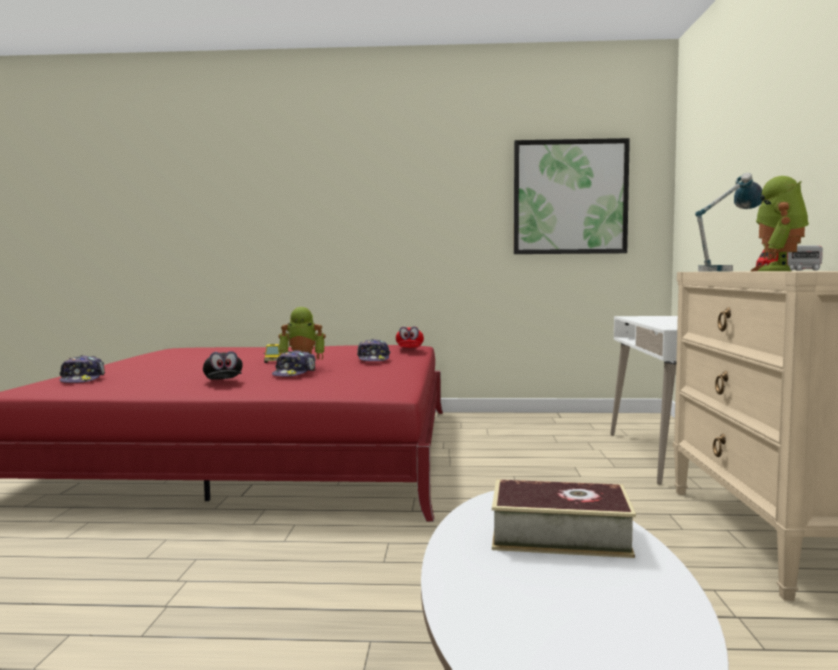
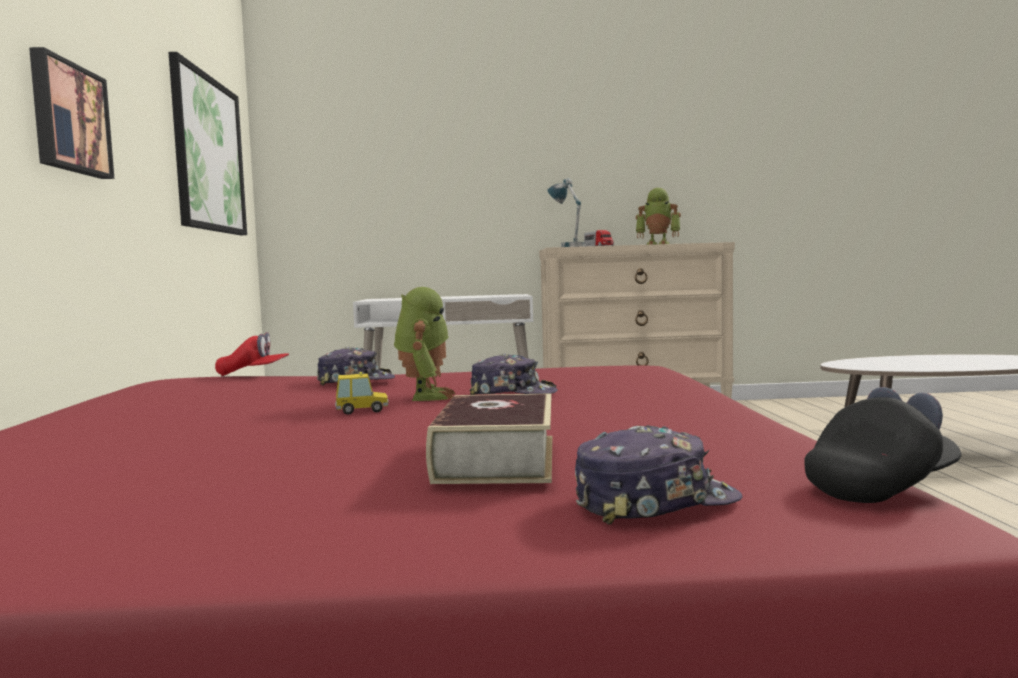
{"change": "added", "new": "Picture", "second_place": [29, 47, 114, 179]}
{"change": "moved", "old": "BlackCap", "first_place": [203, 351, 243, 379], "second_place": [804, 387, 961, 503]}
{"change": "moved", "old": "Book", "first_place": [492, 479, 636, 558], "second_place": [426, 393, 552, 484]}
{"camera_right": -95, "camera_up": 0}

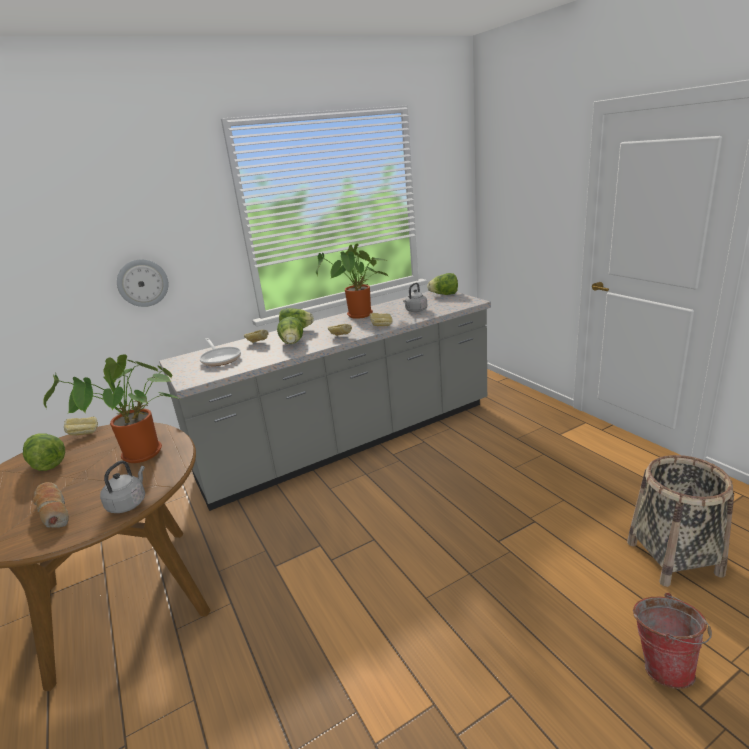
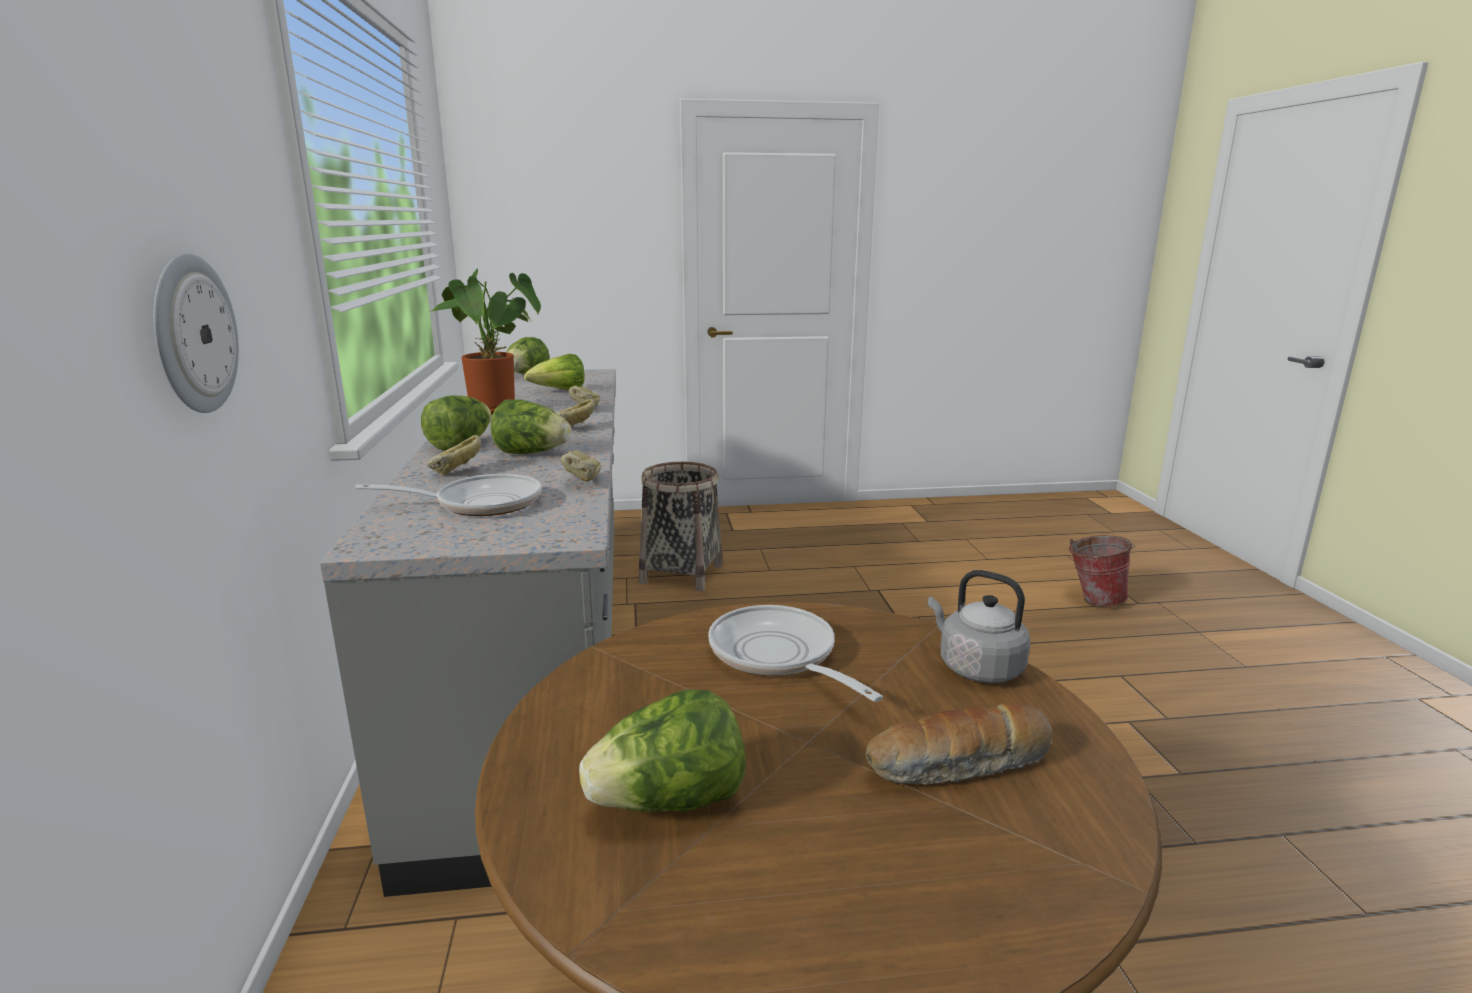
{"change": "moved", "old": "Bread", "first_place": [64, 417, 98, 435], "second_place": [561, 451, 601, 482]}
{"change": "moved", "old": "Basket", "first_place": [627, 455, 734, 587], "second_place": [639, 462, 723, 591]}
{"change": "replaced", "old": "PottedPlant", "new": "FryingPan", "first_place": [44, 354, 180, 463], "second_place": [708, 605, 883, 702]}
{"change": "replaced", "old": "GreyKettle", "new": "Lettuce", "first_place": [403, 283, 427, 312], "second_place": [524, 354, 585, 390]}
{"camera_right": -70, "camera_up": -5}

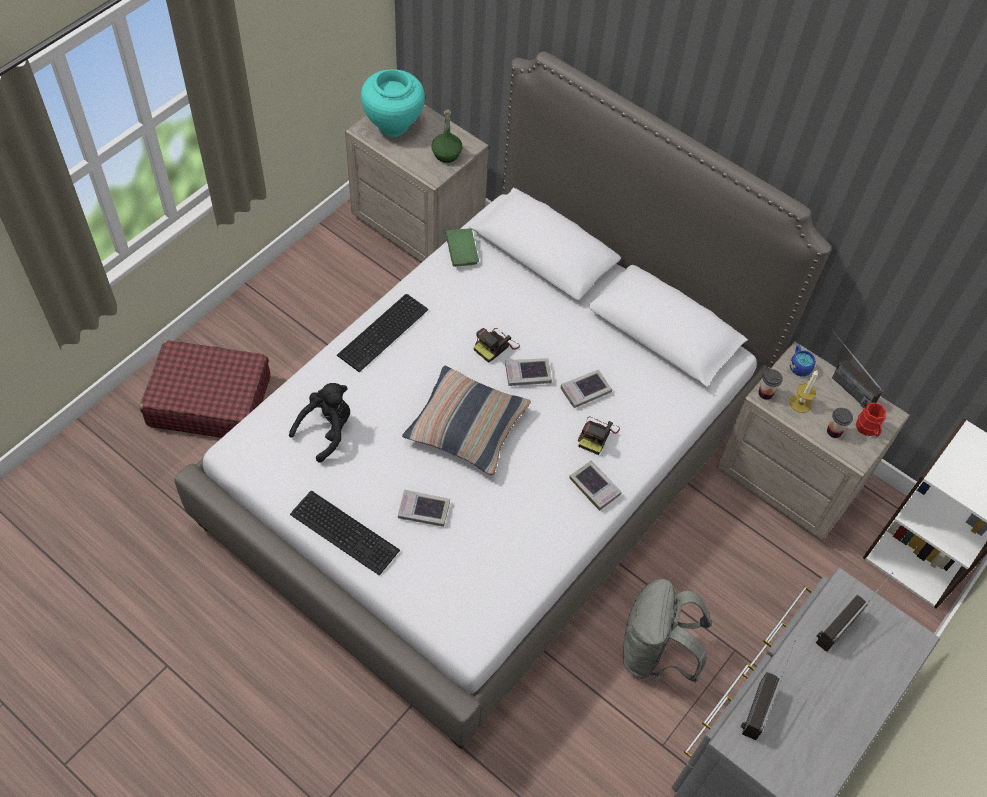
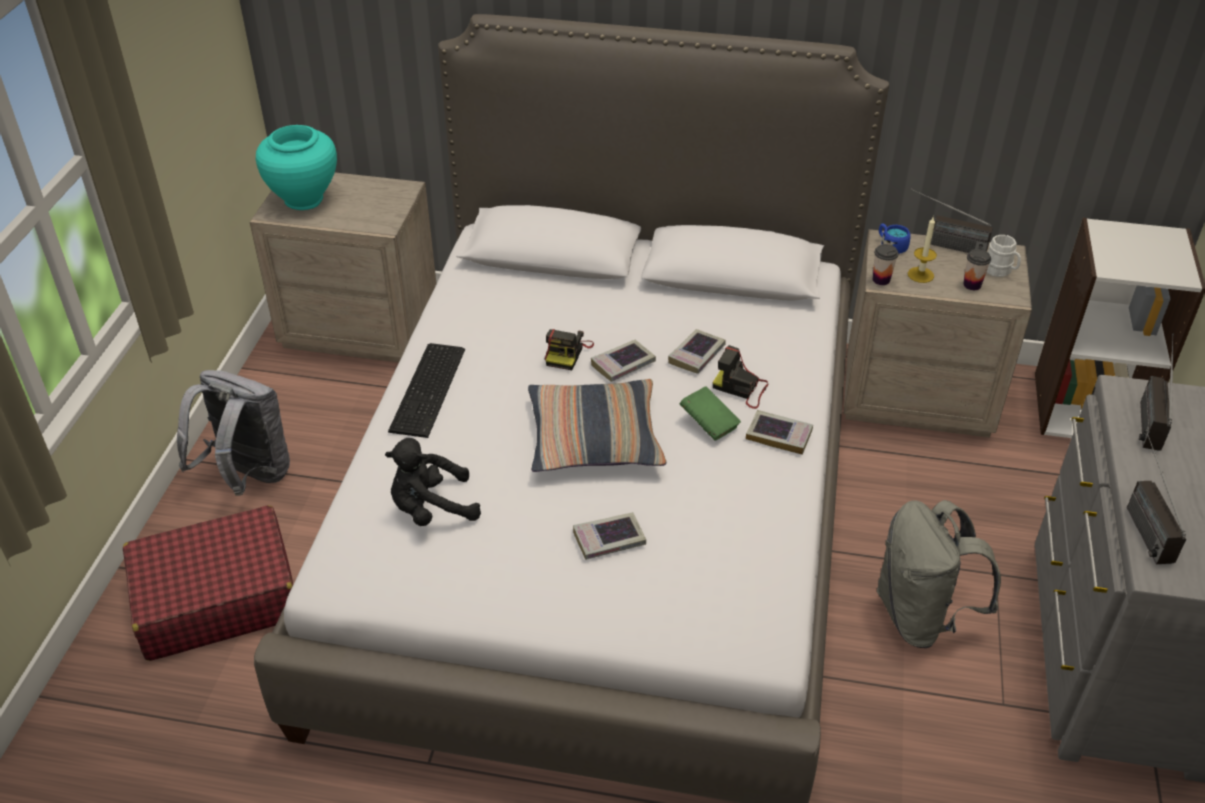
{"change": "removed", "old": "Keyboard", "first_place": [290, 491, 400, 576]}
{"change": "removed", "old": "GreenBottle", "first_place": [431, 110, 462, 163]}
{"change": "added", "new": "GreyBackpack", "second_place": [177, 370, 290, 496]}
{"change": "moved", "old": "GreenBook", "first_place": [445, 228, 479, 267], "second_place": [680, 386, 741, 440]}
{"change": "recoloured", "old": "RedMug", "new": "WhiteMug", "first_place": [856, 402, 886, 436], "second_place": [986, 235, 1021, 277]}
{"change": "turned", "old": "BlackPlushToy", "first_place": [289, 383, 350, 463], "second_place": [385, 438, 481, 526], "degrees": -120}
{"change": "turned", "old": "PhotoCamera", "first_place": [578, 417, 620, 455], "second_place": [713, 345, 768, 409], "degrees": 120}
{"camera_right": -25, "camera_up": -15}

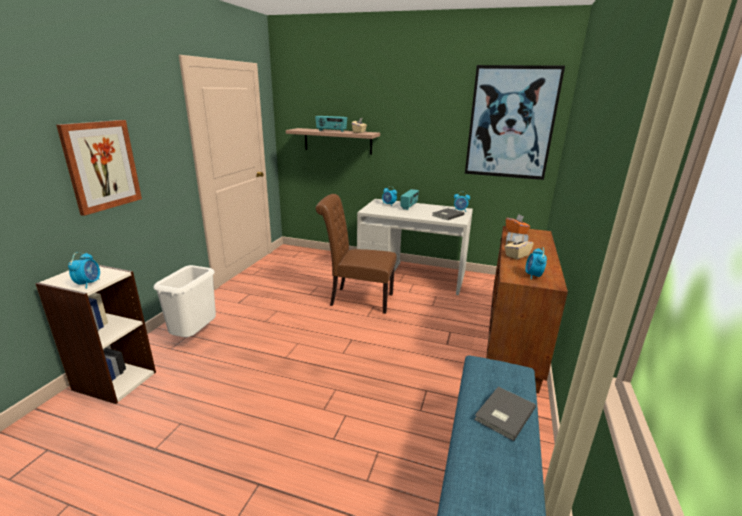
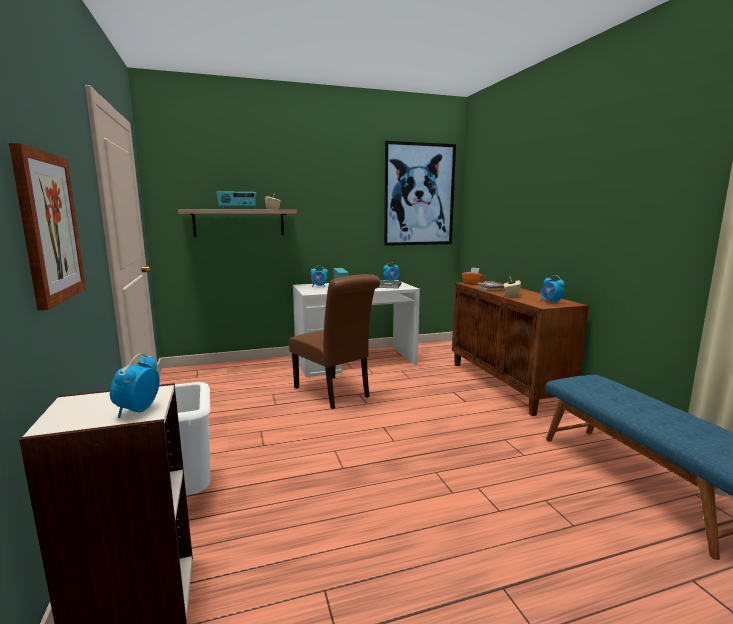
{"change": "removed", "old": "GreyBook", "first_place": [474, 387, 536, 441]}
{"change": "turned", "old": "AlarmClock", "first_place": [68, 252, 100, 289], "second_place": [110, 353, 160, 418], "degrees": -135}
{"change": "turned", "old": "BrownChair", "first_place": [316, 194, 397, 314], "second_place": [289, 274, 380, 409], "degrees": -105}
{"camera_right": -35, "camera_up": -10}

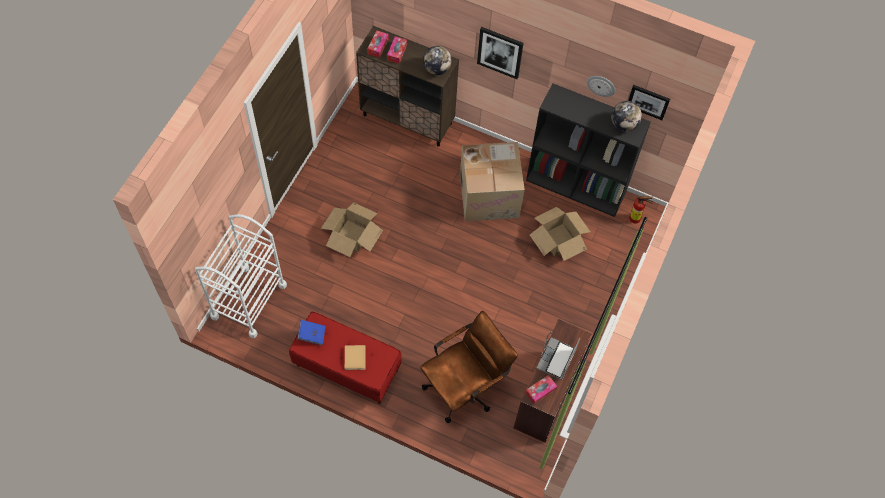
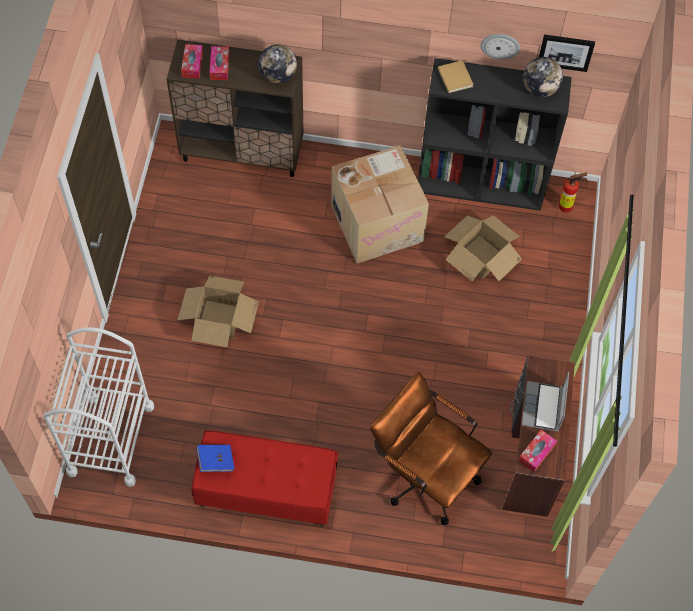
{"change": "removed", "old": "Picture", "first_place": [477, 27, 524, 79]}
{"change": "moved", "old": "BeigeBook", "first_place": [345, 345, 365, 370], "second_place": [438, 60, 474, 93]}
{"change": "turned", "old": "BrownOfficeChair", "first_place": [420, 311, 518, 423], "second_place": [370, 372, 492, 525], "degrees": -90}
{"camera_right": -15, "camera_up": 0}

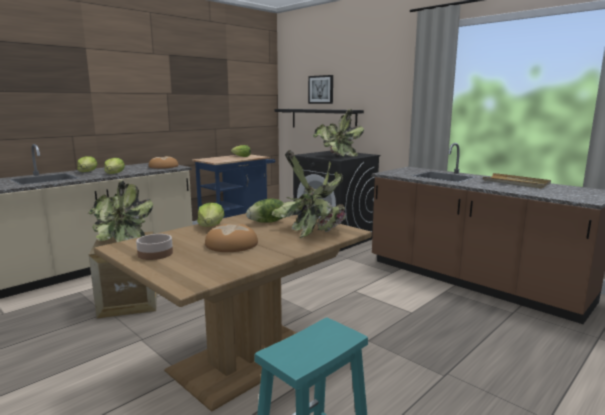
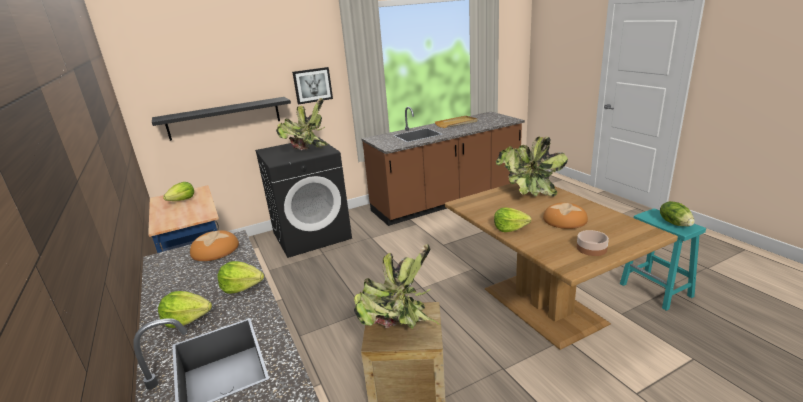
{"change": "moved", "old": "Lettuce", "first_place": [246, 199, 284, 223], "second_place": [660, 201, 695, 226]}
{"change": "moved", "old": "Picture", "first_place": [308, 75, 333, 104], "second_place": [292, 67, 333, 105]}
{"camera_right": -70, "camera_up": 10}

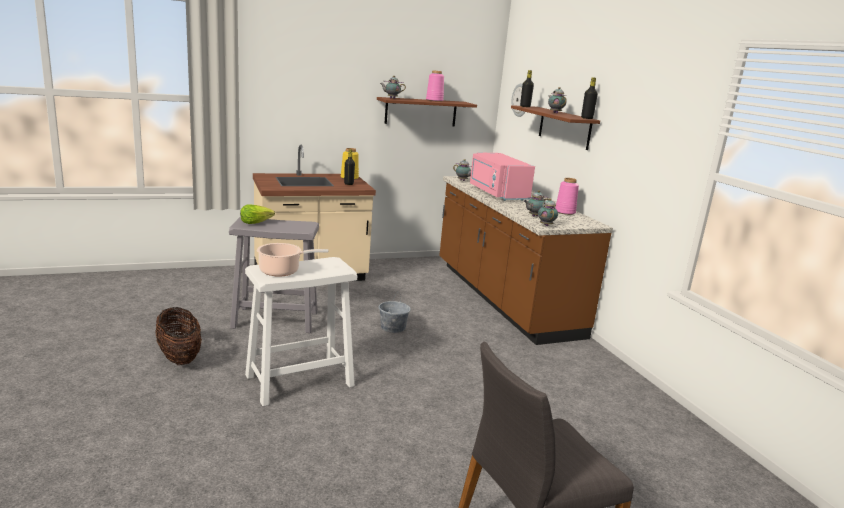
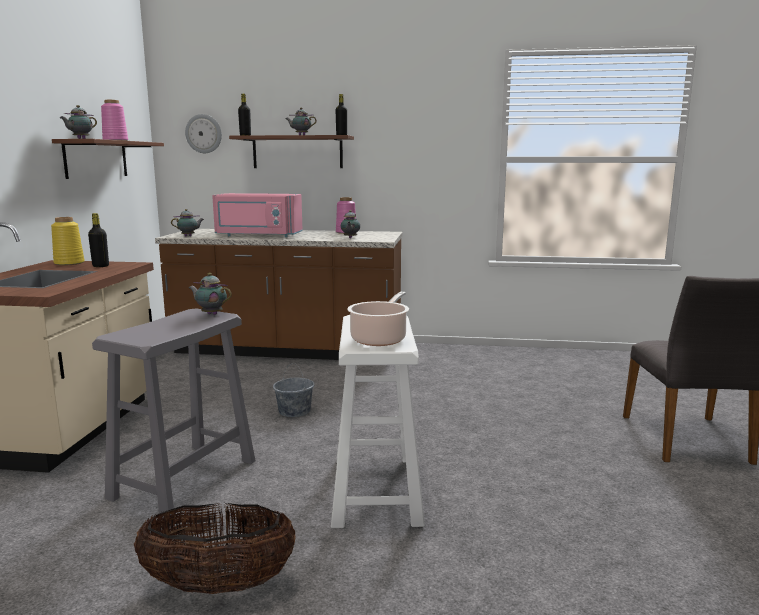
{"change": "removed", "old": "Lettuce", "first_place": [240, 204, 275, 224]}
{"change": "moved", "old": "Teapot", "first_place": [538, 198, 558, 226], "second_place": [188, 273, 232, 315]}
{"camera_right": -60, "camera_up": -5}

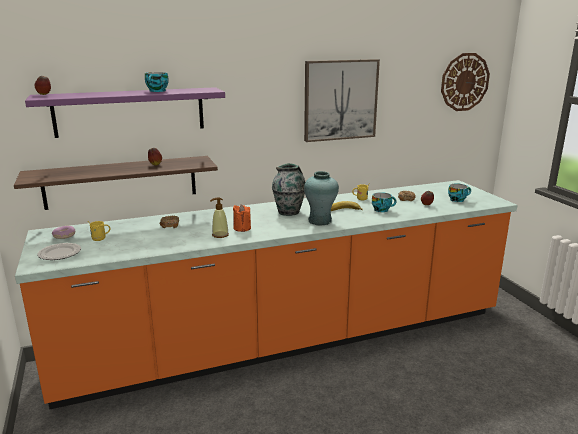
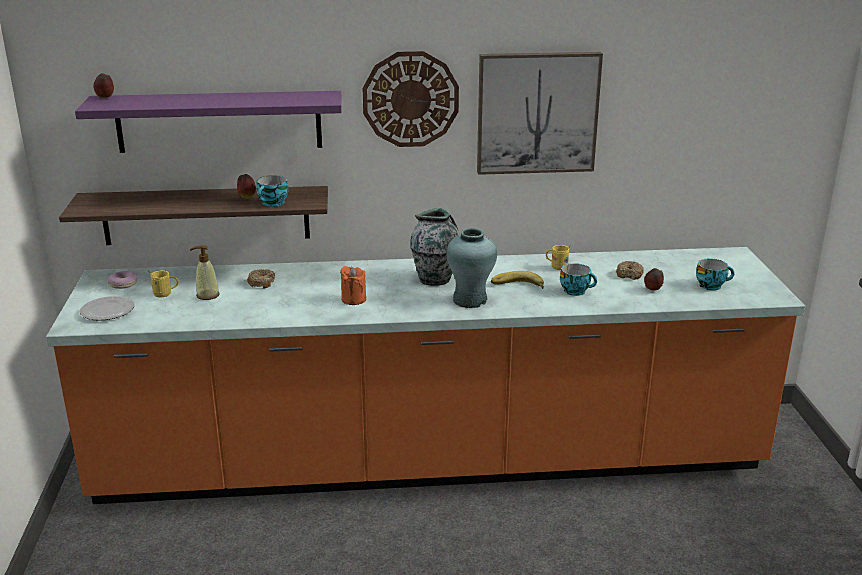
{"change": "moved", "old": "Cup", "first_place": [145, 72, 169, 92], "second_place": [256, 175, 289, 207]}
{"change": "moved", "old": "SoapDispenser", "first_place": [210, 198, 229, 238], "second_place": [190, 245, 220, 300]}
{"change": "moved", "old": "WallClock", "first_place": [441, 53, 490, 111], "second_place": [363, 51, 459, 147]}
{"camera_right": 15, "camera_up": 5}

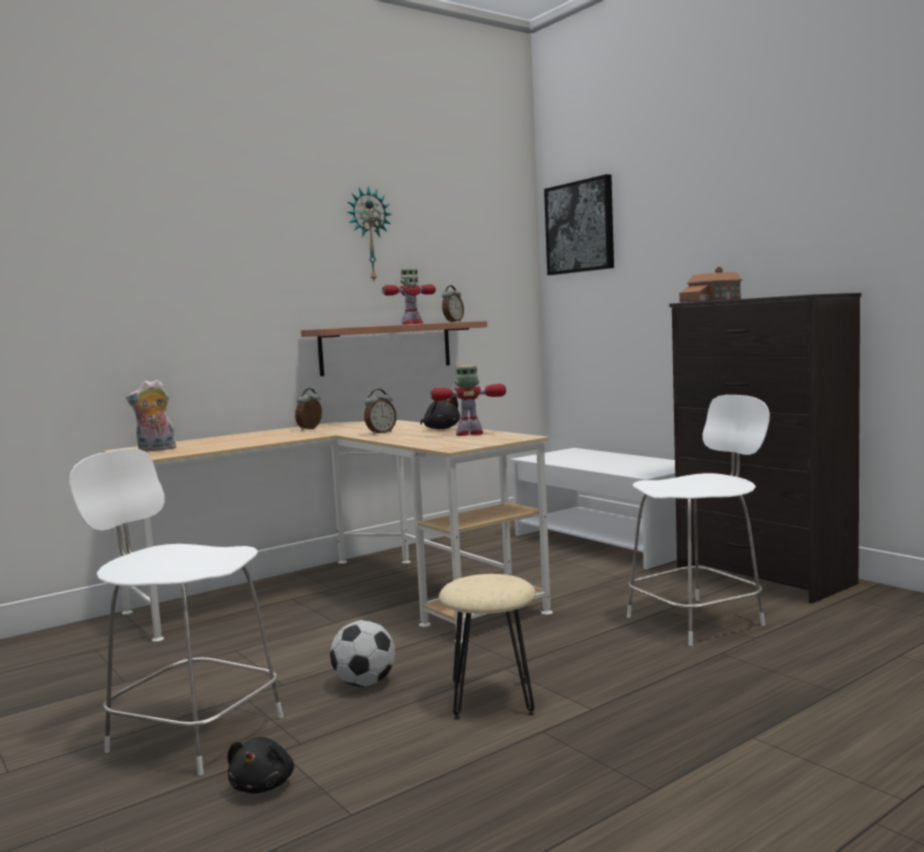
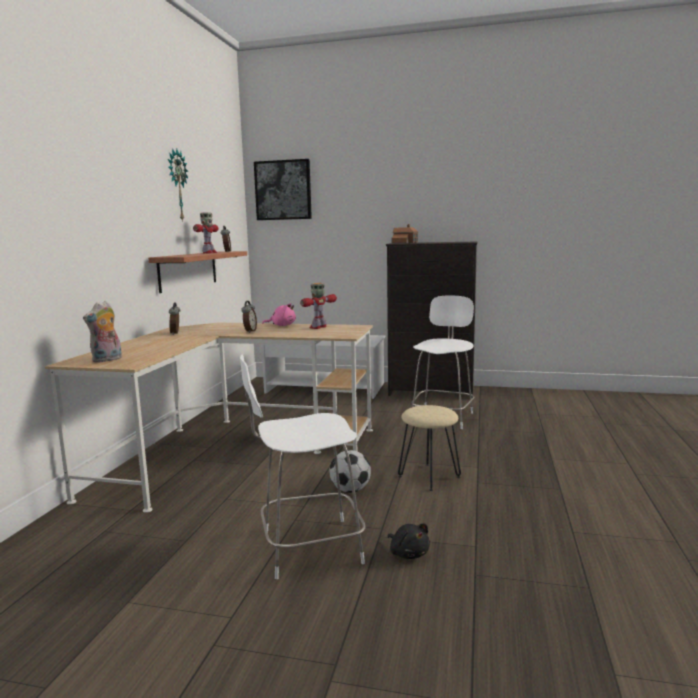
{"change": "recoloured", "old": "BlackPlushToy", "new": "PinkPlushToy", "first_place": [420, 396, 460, 429], "second_place": [262, 303, 296, 326]}
{"camera_right": -40, "camera_up": 5}

